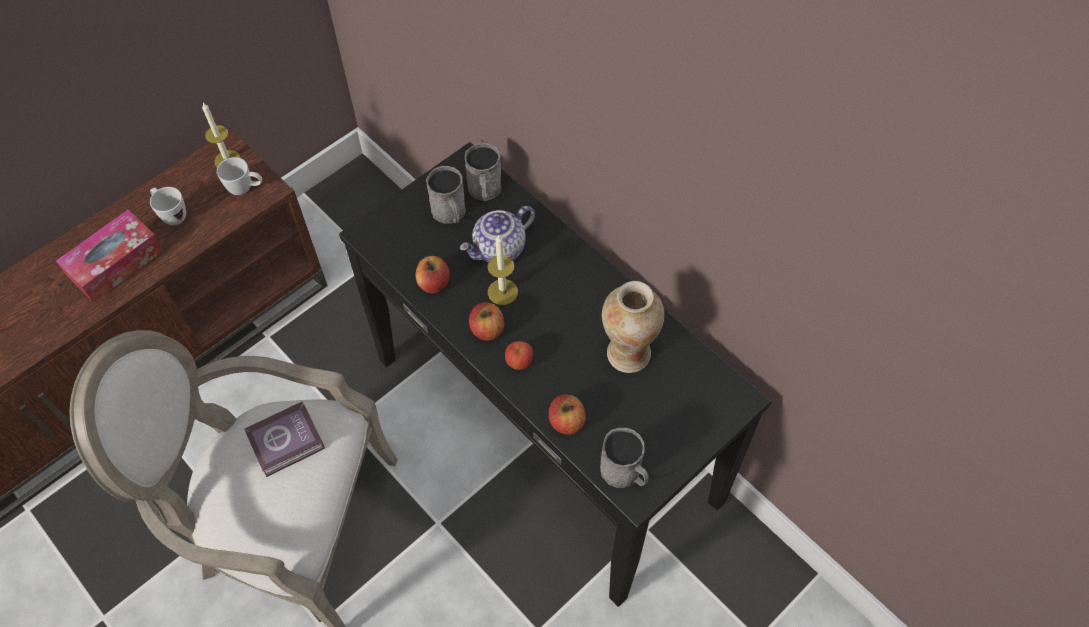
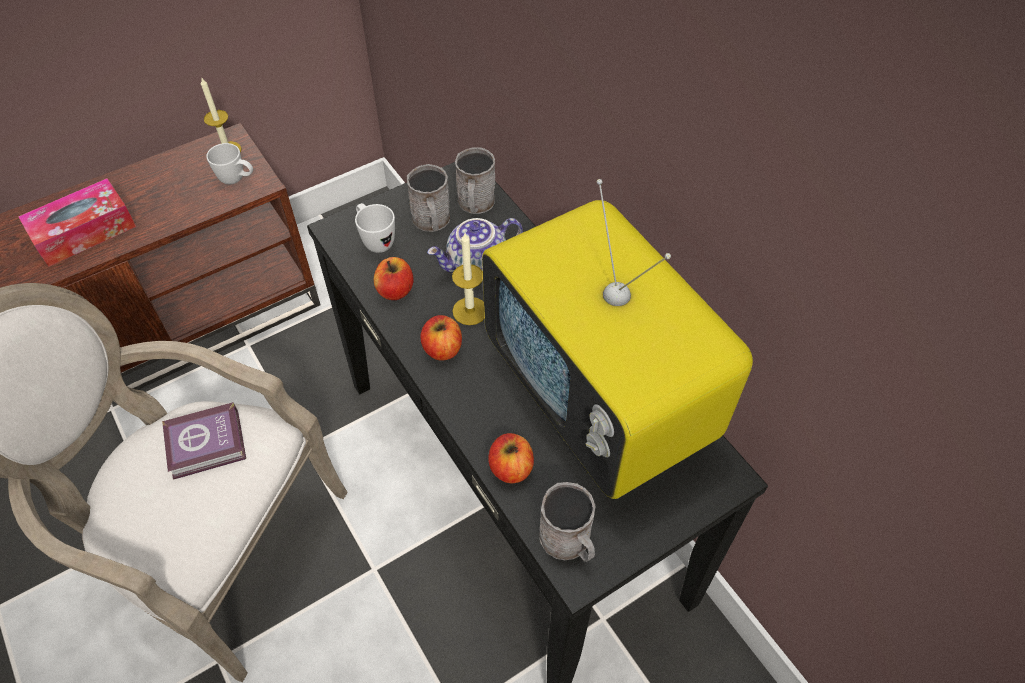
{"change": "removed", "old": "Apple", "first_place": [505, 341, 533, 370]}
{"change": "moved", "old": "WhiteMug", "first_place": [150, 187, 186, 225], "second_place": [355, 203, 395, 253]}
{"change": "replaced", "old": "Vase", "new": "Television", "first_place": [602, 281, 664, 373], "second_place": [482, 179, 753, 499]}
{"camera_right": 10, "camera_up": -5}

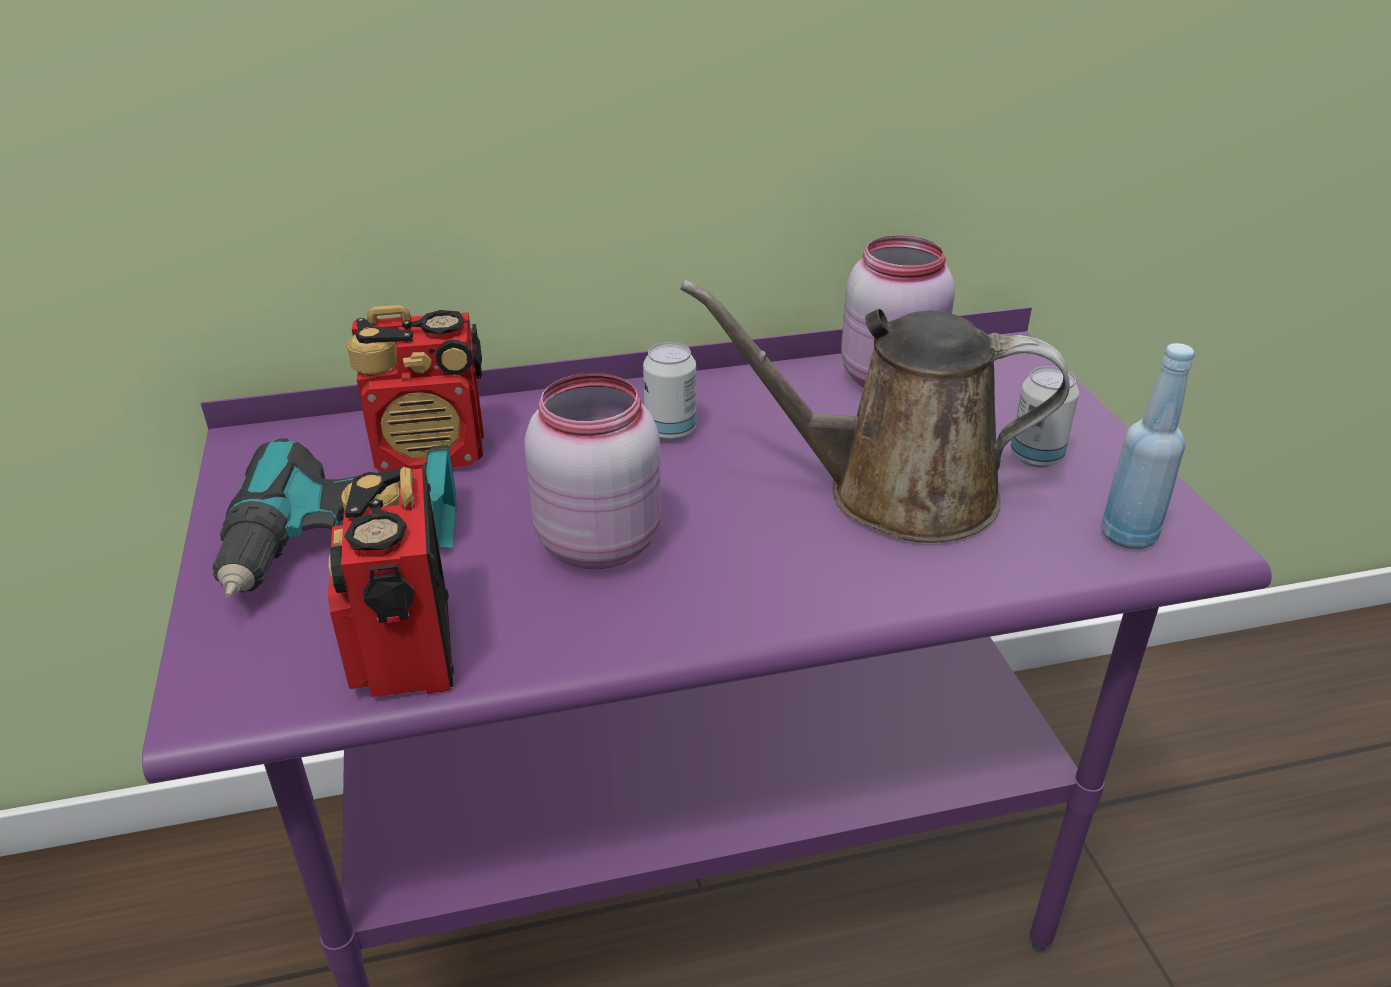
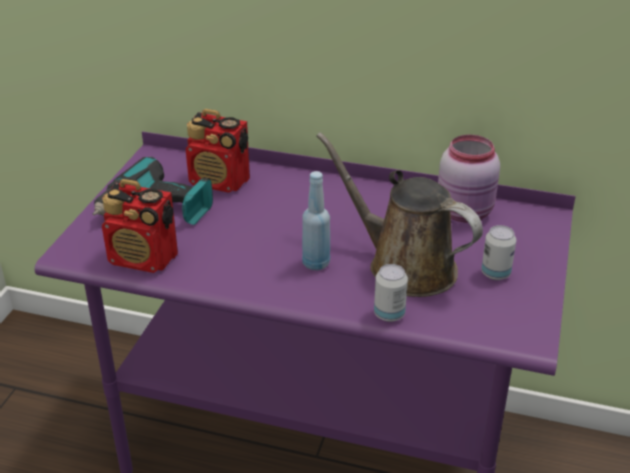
{"change": "removed", "old": "PinkJar", "first_place": [524, 373, 661, 569]}
{"change": "moved", "old": "Can", "first_place": [643, 342, 696, 440], "second_place": [374, 264, 408, 322]}
{"change": "moved", "old": "BlueBottle", "first_place": [1101, 343, 1195, 549], "second_place": [302, 171, 330, 270]}
{"change": "turned", "old": "Radio", "first_place": [328, 467, 454, 697], "second_place": [102, 179, 178, 273], "degrees": -90}
{"camera_right": 30, "camera_up": 0}

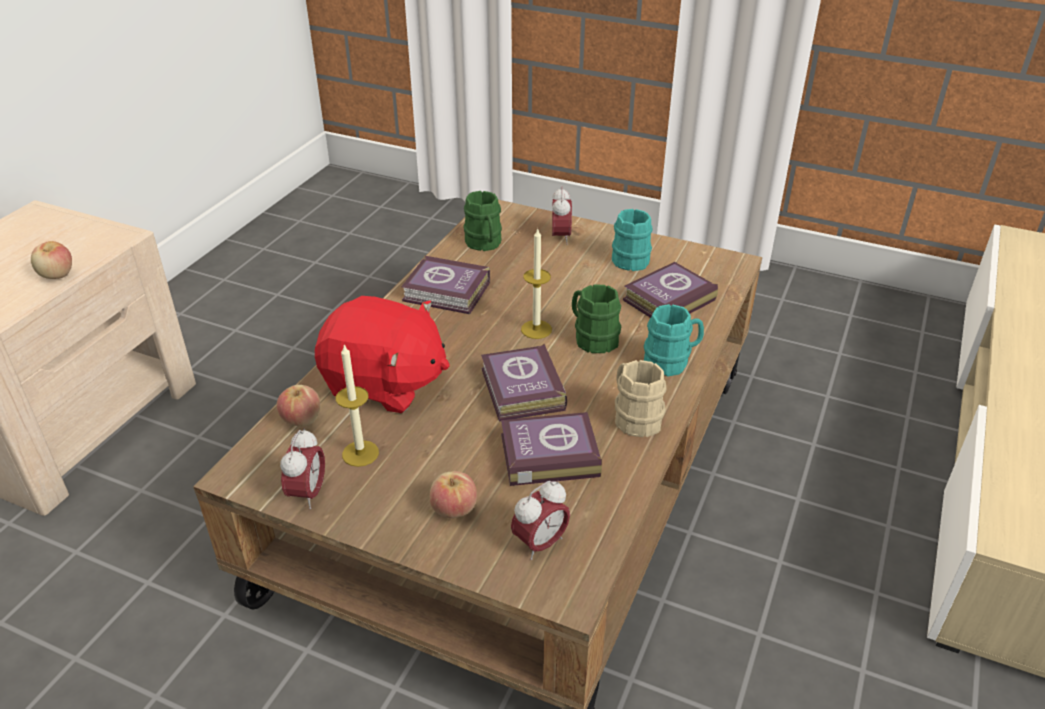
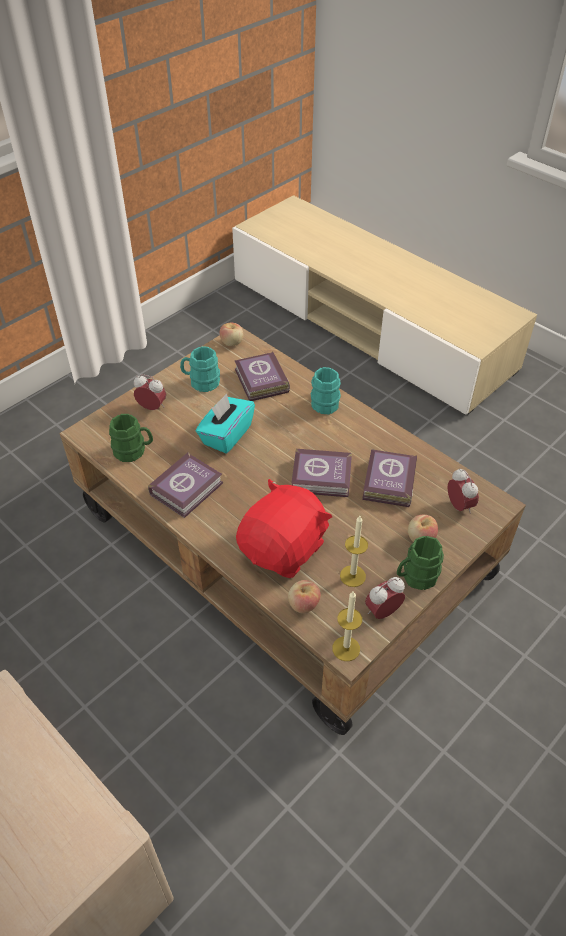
{"change": "removed", "old": "BeigeMug", "first_place": [615, 360, 667, 437]}
{"change": "added", "new": "TurquoiseTissueBox", "second_place": [196, 393, 255, 453]}
{"change": "moved", "old": "Apple", "first_place": [31, 241, 72, 279], "second_place": [219, 323, 243, 346]}
{"change": "moved", "old": "Candle", "first_place": [521, 227, 552, 339], "second_place": [333, 591, 362, 661]}
{"change": "moved", "old": "GreenMug", "first_place": [572, 285, 621, 353], "second_place": [397, 536, 444, 590]}
{"change": "turned", "old": "AlarmClock", "first_place": [280, 428, 325, 509], "second_place": [365, 577, 405, 619], "degrees": -60}
{"camera_right": -70, "camera_up": 10}

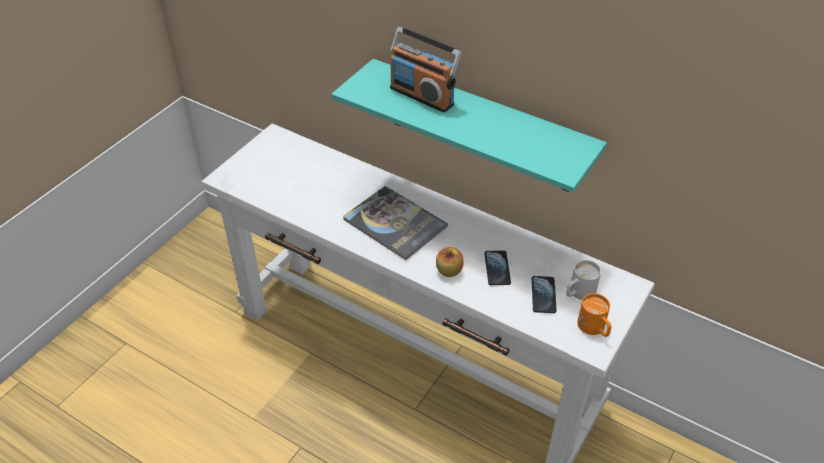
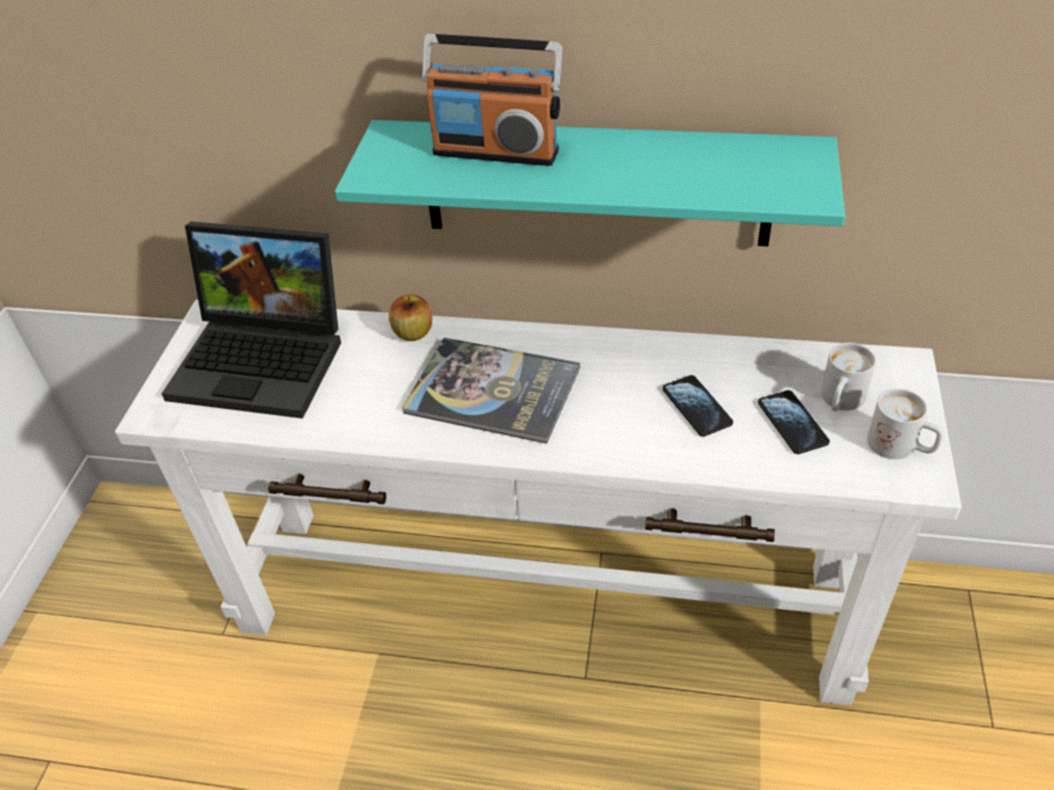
{"change": "added", "new": "Laptop", "second_place": [162, 221, 341, 419]}
{"change": "moved", "old": "Apple", "first_place": [436, 247, 464, 277], "second_place": [389, 294, 432, 341]}
{"change": "recoloured", "old": "OrangeMug", "new": "WhiteMug", "first_place": [577, 293, 611, 337], "second_place": [867, 388, 943, 459]}
{"camera_right": -20, "camera_up": 0}

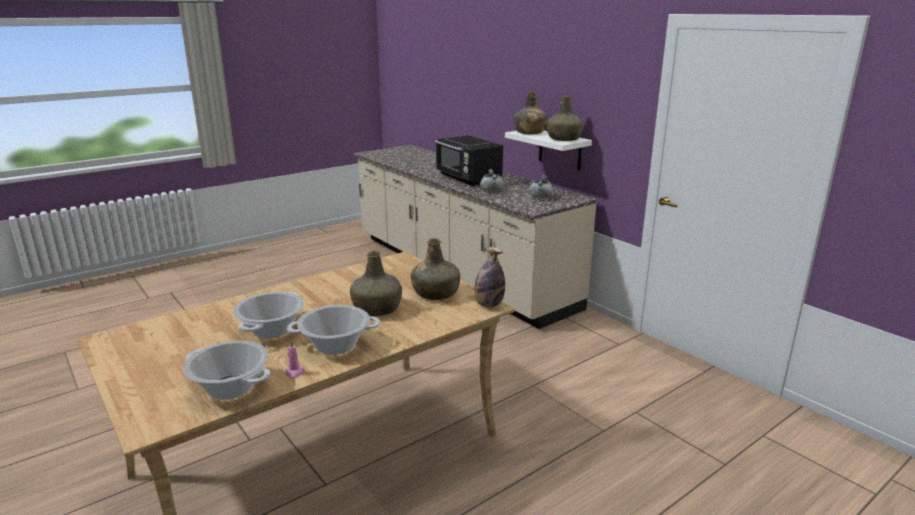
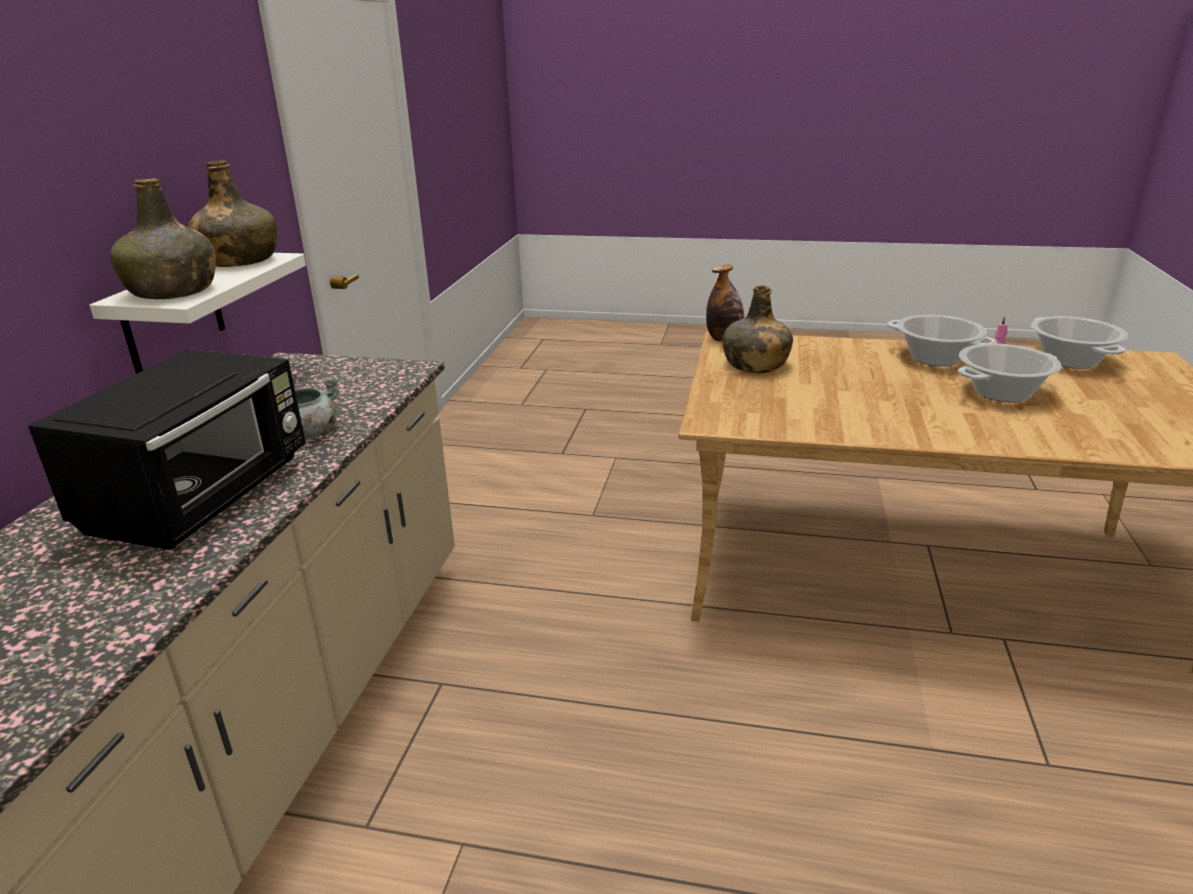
{"change": "removed", "old": "GreenBottle", "first_place": [350, 250, 402, 316]}
{"change": "removed", "old": "GreyCookingPot", "first_place": [529, 175, 553, 199]}
{"camera_right": -130, "camera_up": 5}

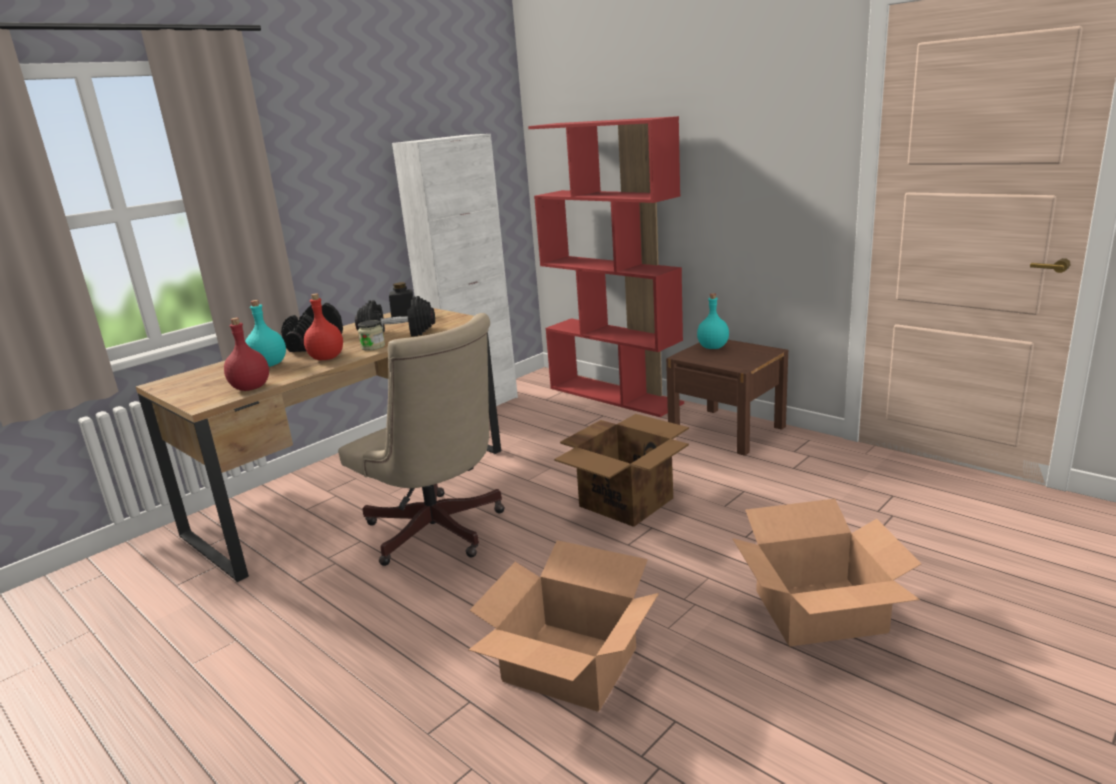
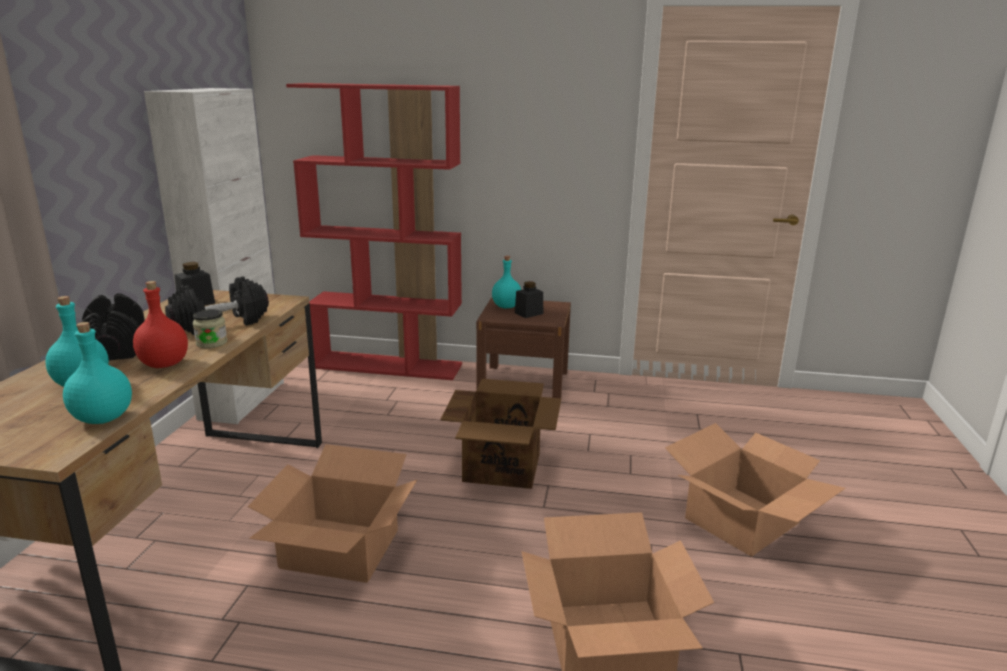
{"change": "added", "new": "BlackJar", "second_place": [515, 281, 543, 318]}
{"change": "replaced", "old": "BeigeOfficeChair", "new": "CardboardBox", "first_place": [338, 313, 505, 566], "second_place": [248, 444, 417, 583]}
{"change": "recoloured", "old": "RedBottle", "new": "TurquoiseBottle", "first_place": [224, 318, 269, 391], "second_place": [63, 322, 132, 424]}
{"camera_right": -35, "camera_up": 0}

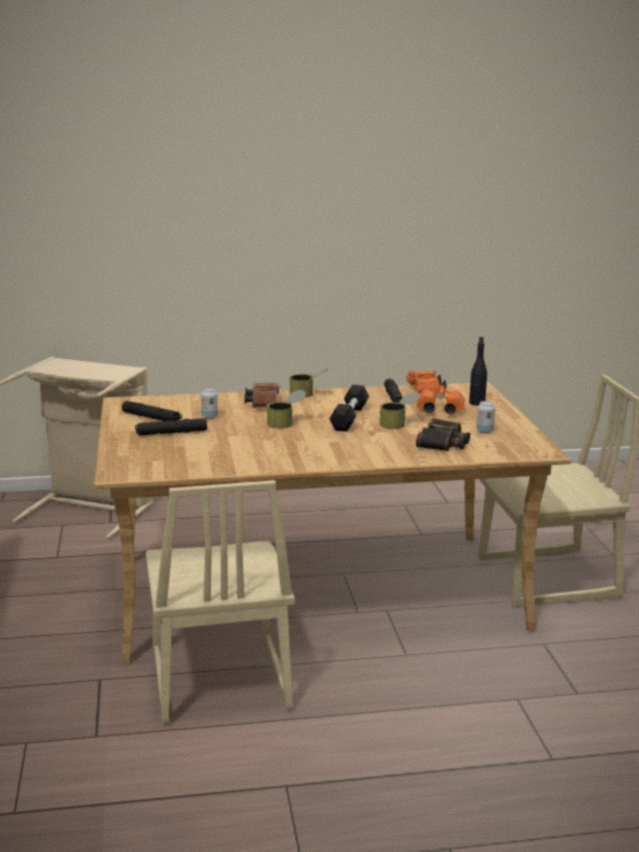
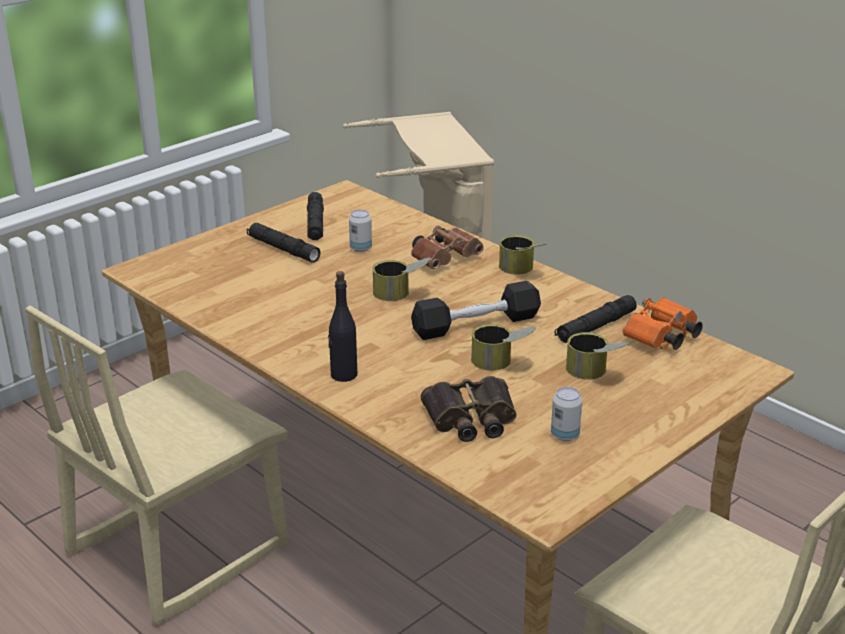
{"change": "moved", "old": "BlackBottle", "first_place": [469, 337, 487, 406], "second_place": [328, 271, 357, 382]}
{"change": "replaced", "old": "OrangeBinoculars", "new": "Can", "first_place": [416, 385, 465, 415], "second_place": [566, 332, 629, 380]}
{"camera_right": 55, "camera_up": 10}

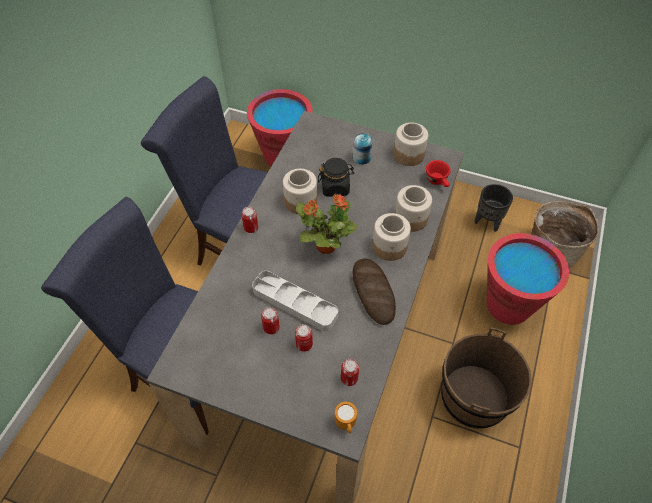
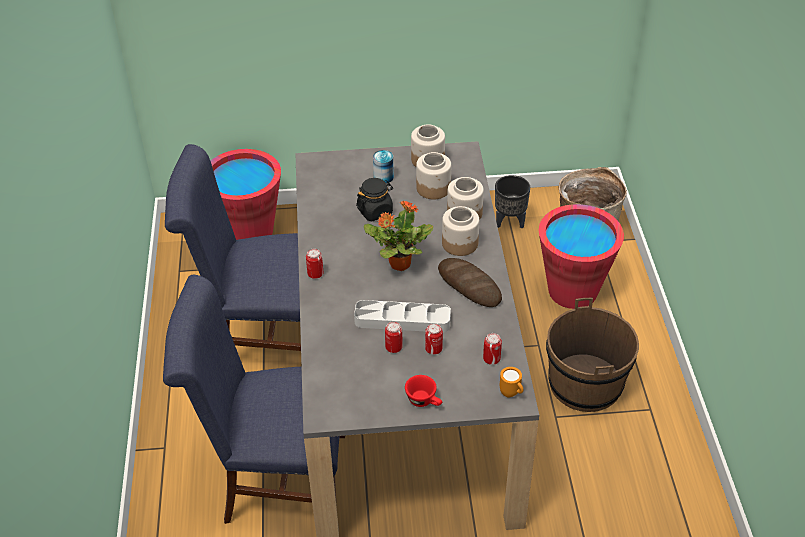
{"change": "moved", "old": "Jar", "first_place": [283, 169, 317, 214], "second_place": [416, 152, 451, 199]}
{"change": "moved", "old": "RedCup", "first_place": [426, 160, 451, 187], "second_place": [405, 375, 442, 407]}
{"camera_right": -25, "camera_up": -10}

